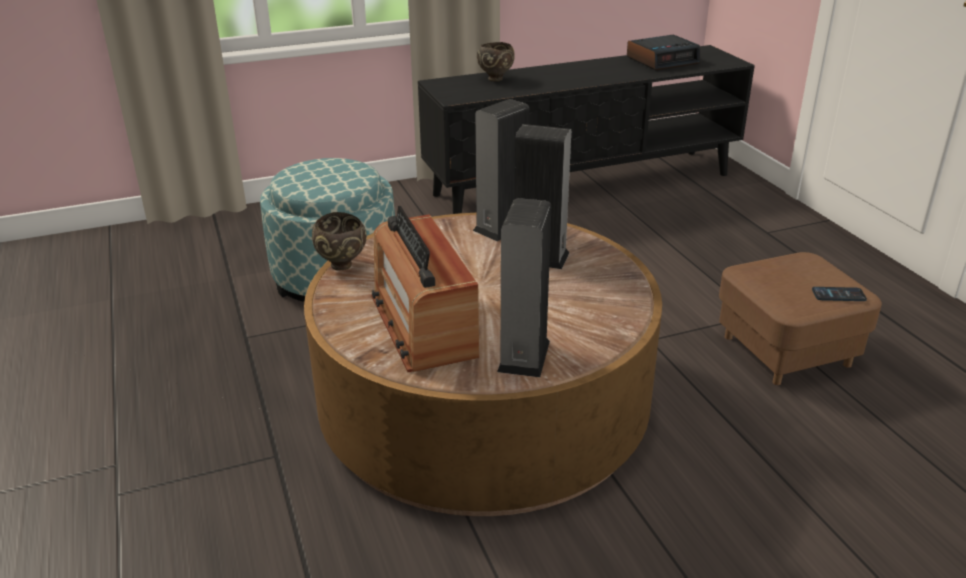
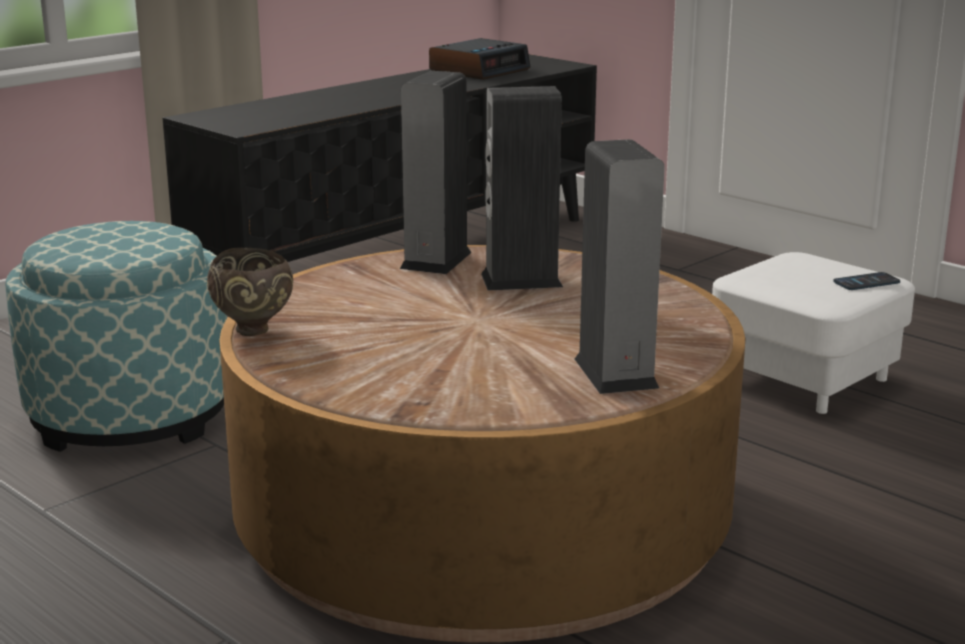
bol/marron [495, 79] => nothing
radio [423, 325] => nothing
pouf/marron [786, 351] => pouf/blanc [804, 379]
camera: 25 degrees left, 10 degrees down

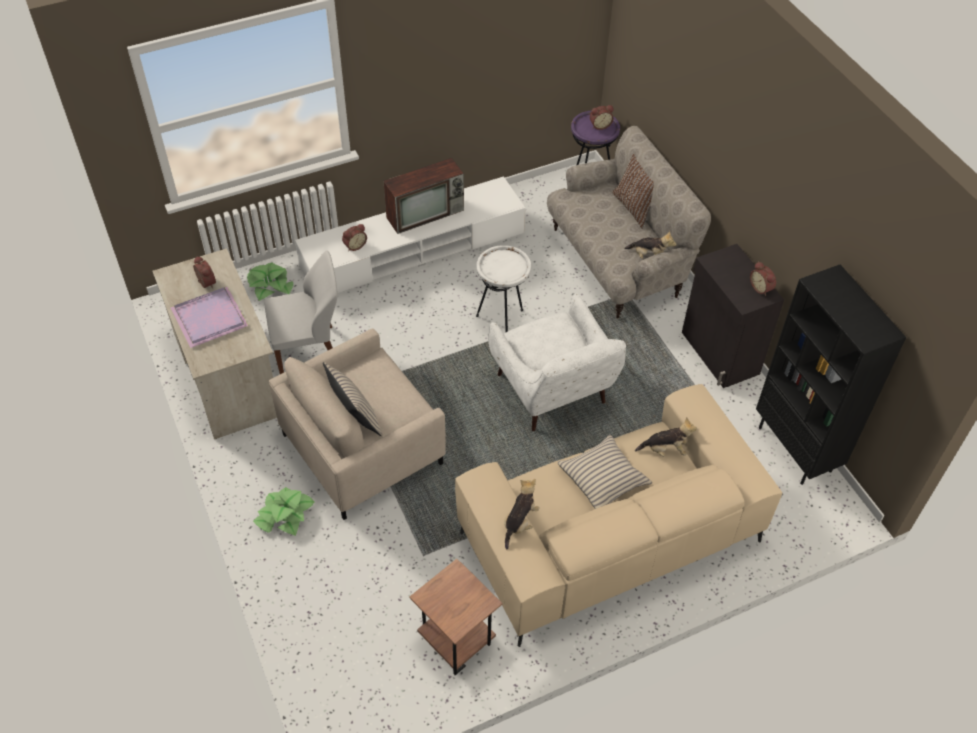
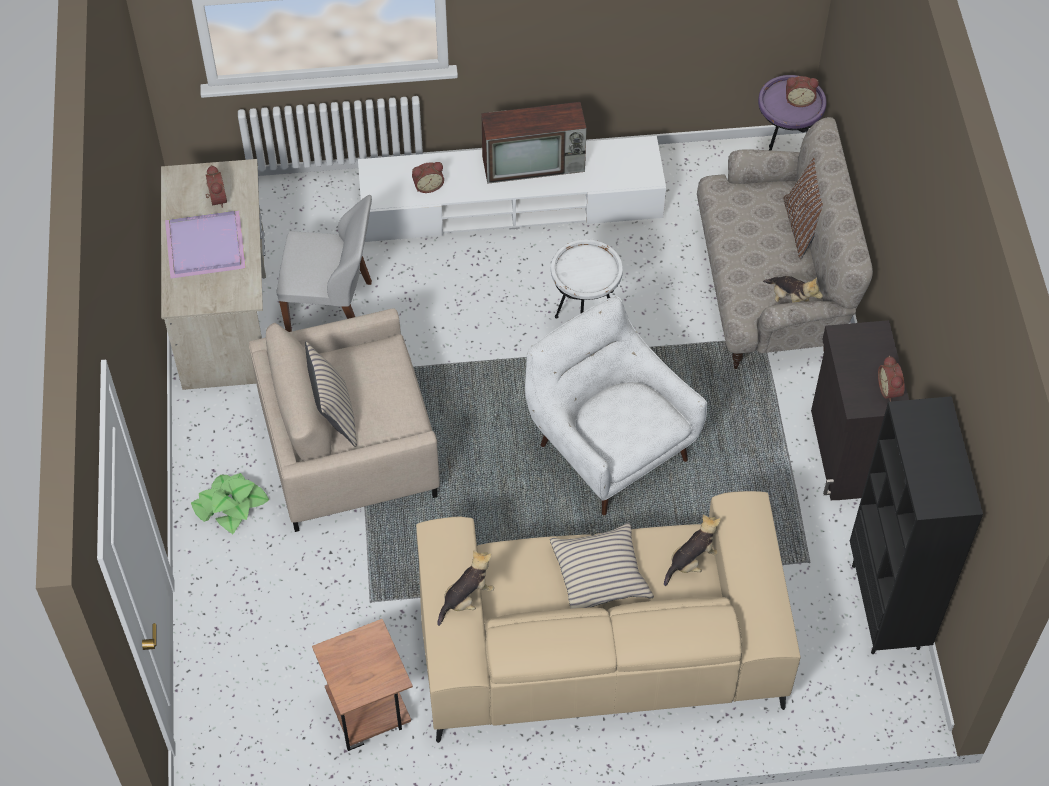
plante en pot [270, 285] => nothing
fauteuil/blanc [553, 393] => fauteuil/blanc [609, 446], 150 degrees clockwise
peluche [665, 450] => peluche [691, 561], 60 degrees counterclockwise
camera: 20 degrees right, 5 degrees up

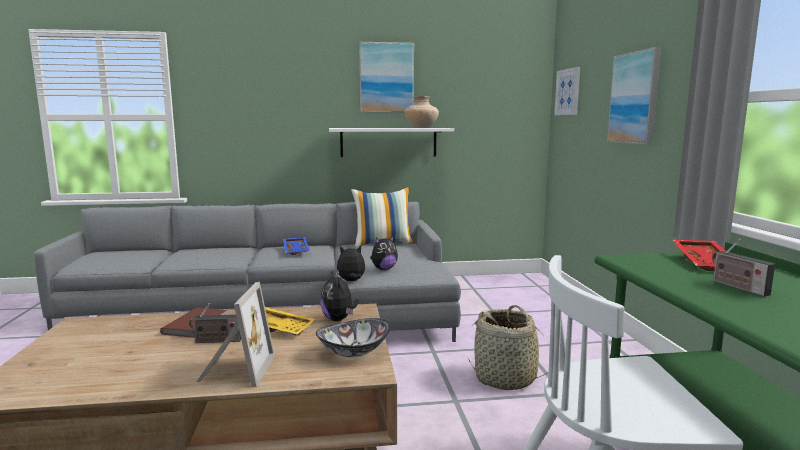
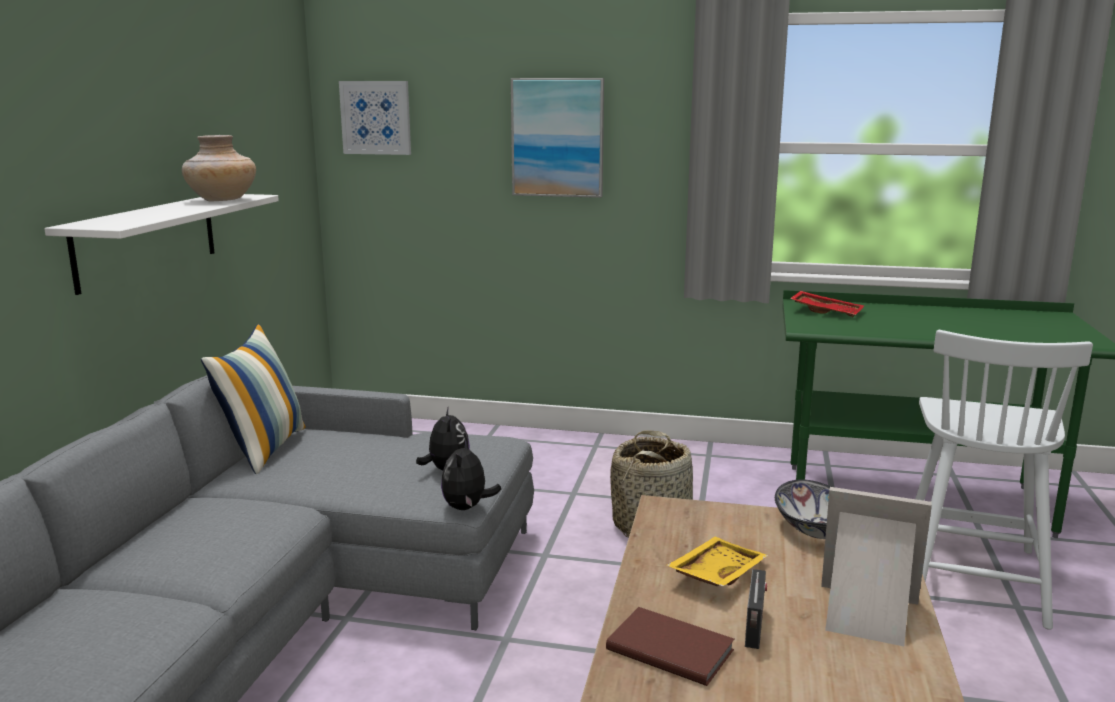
tableau [386, 78] => nothing
plateau/bleu [297, 250] => nothing
radio [737, 287] => nothing
peluche [339, 319] => nothing
camera: 70 degrees left, 5 degrees up

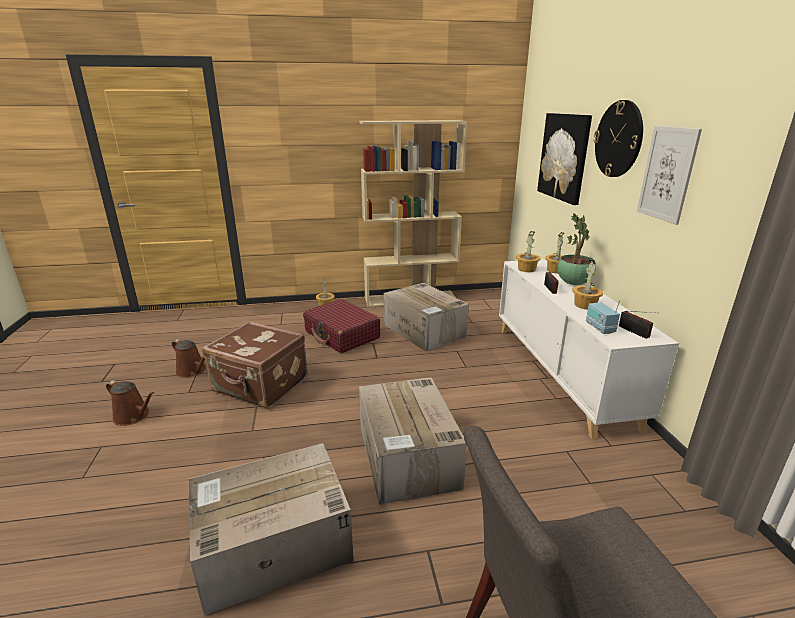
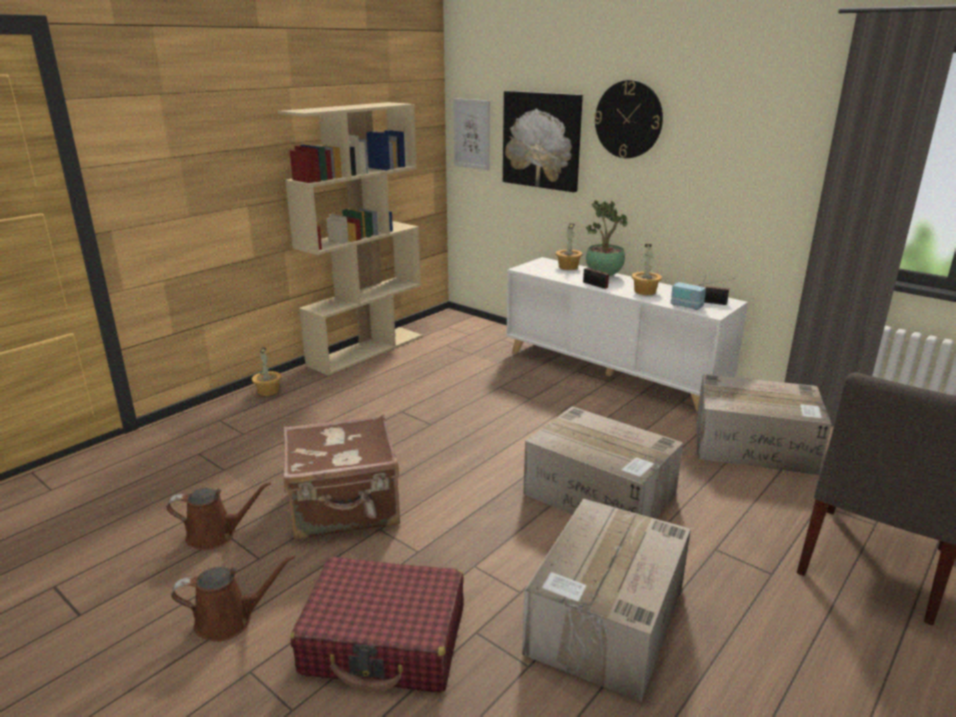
tableau [667, 174] => tableau [472, 134], moved
plante en pot [526, 269] => nothing
carton [425, 331] => carton [755, 445], moved
valise/rouge [342, 335] => valise/rouge [385, 641], moved
camera: 40 degrees left, 0 degrees up

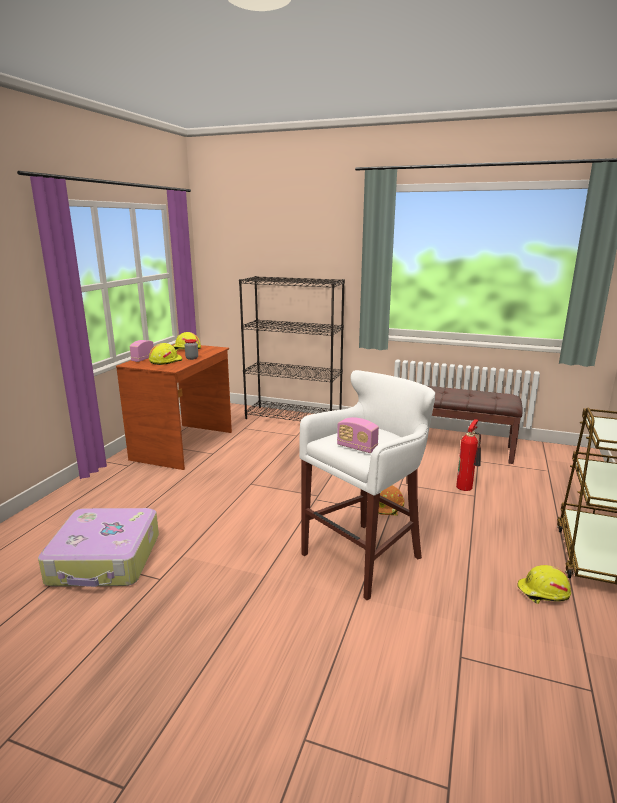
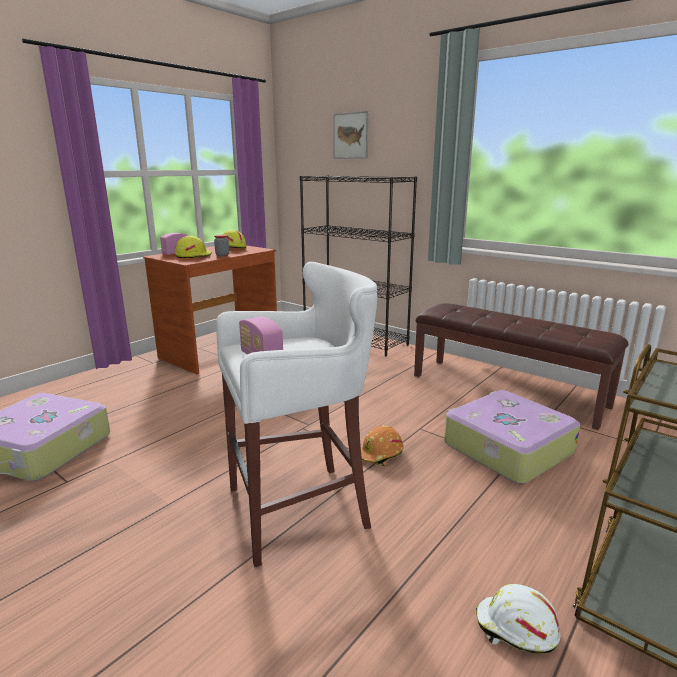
extincteur [466, 487] => valise [506, 448]
casque de chantier/jaune [543, 593] => casque de chantier/blanc [515, 629]
nothing => tableau [351, 135]
camera: 20 degrees right, 0 degrees up

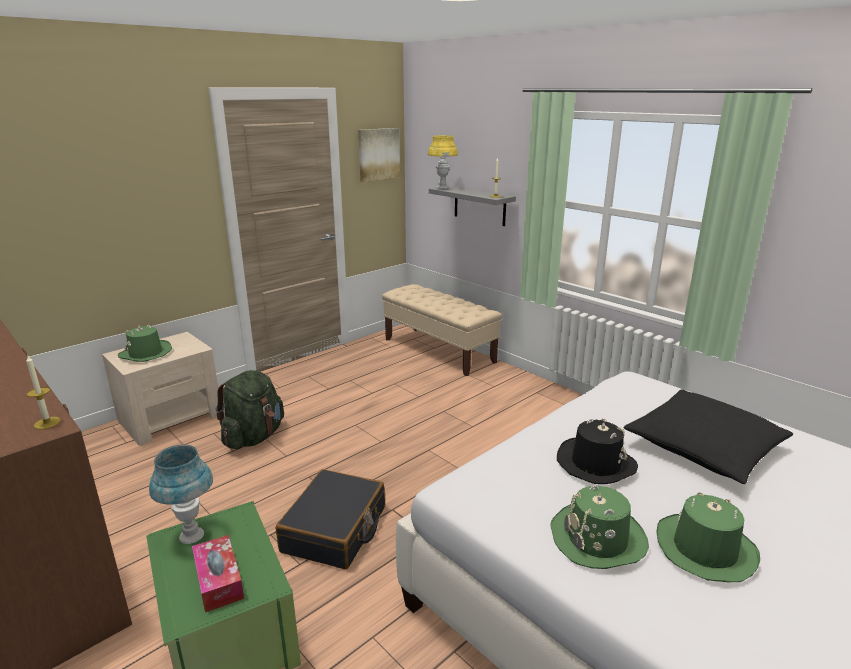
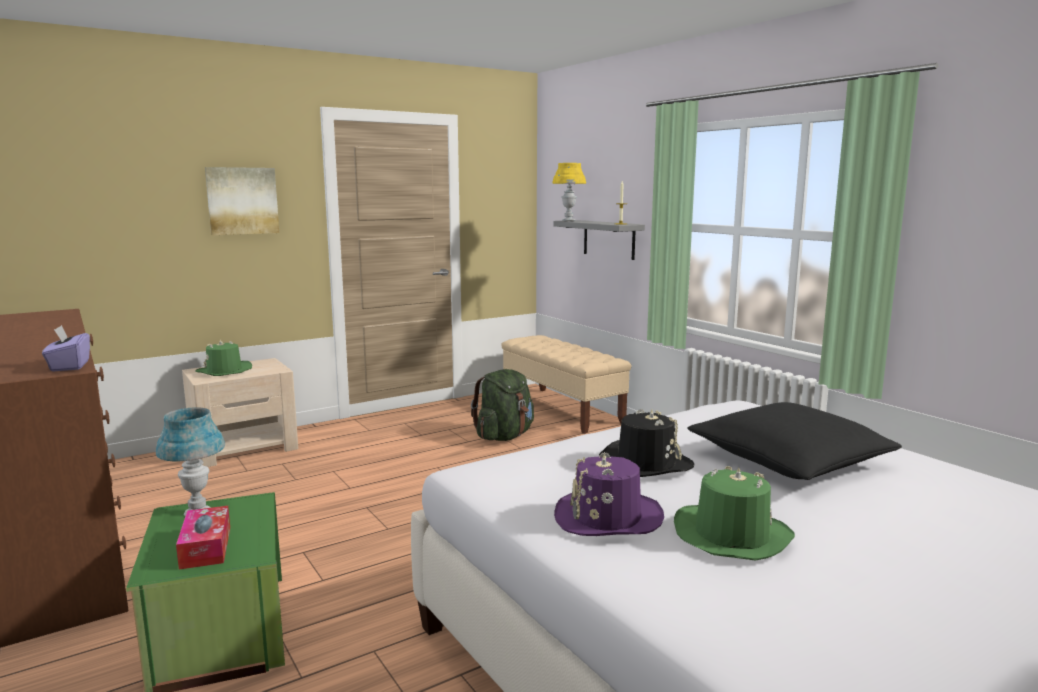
tableau [378, 154] => tableau [242, 201], moved
bougie [47, 423] => boîte à mouchoirs/violet [69, 366]
sac à dos/vert [254, 437] => sac à dos/vert [504, 436], moved
valise/noir [335, 530] => nothing
chapeau/vert [598, 539] => chapeau/violet [607, 517]
camera: 10 degrees right, 10 degrees down

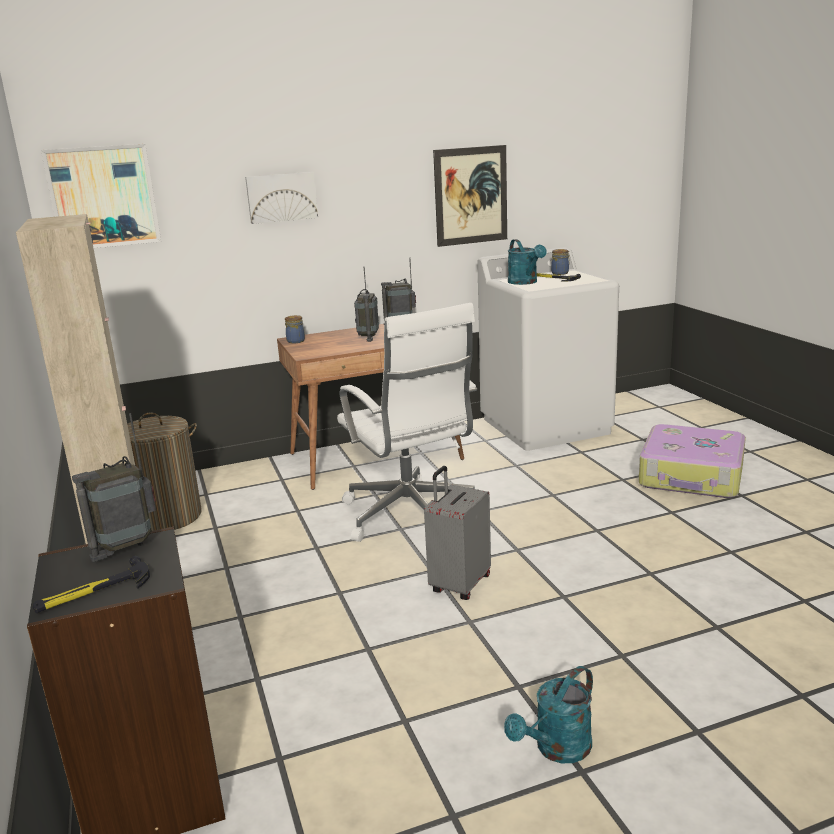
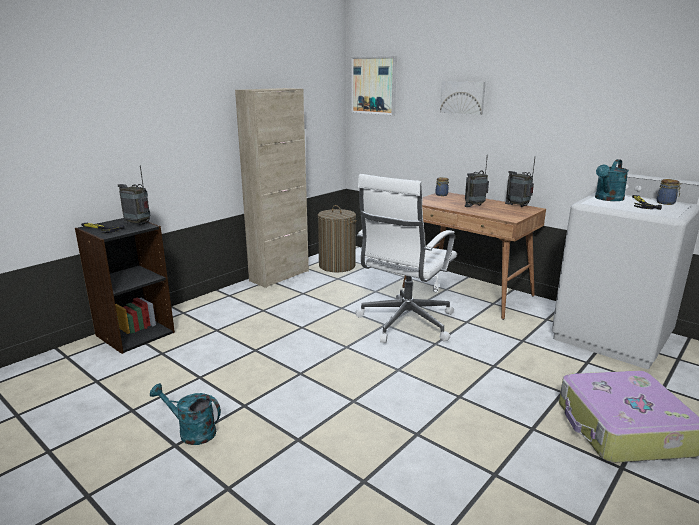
tableau [471, 196] => nothing
valise/gris [459, 584] => nothing
camera: 60 degrees right, 0 degrees up

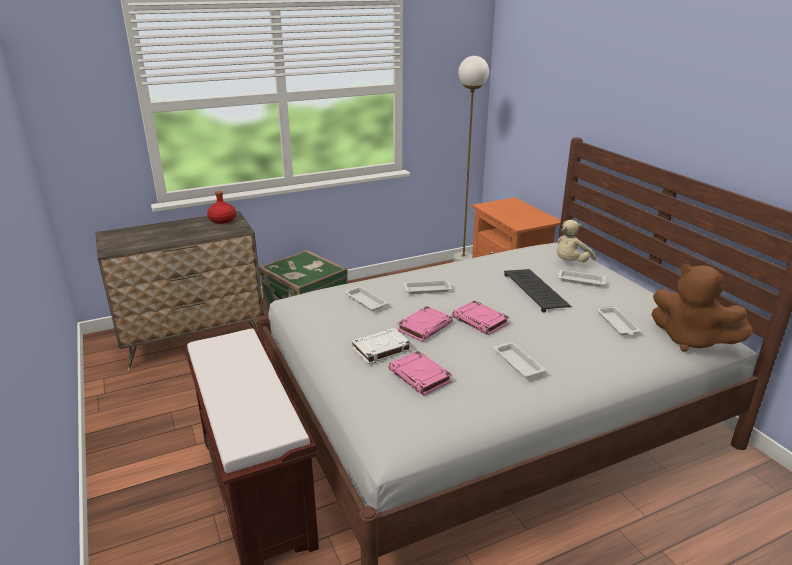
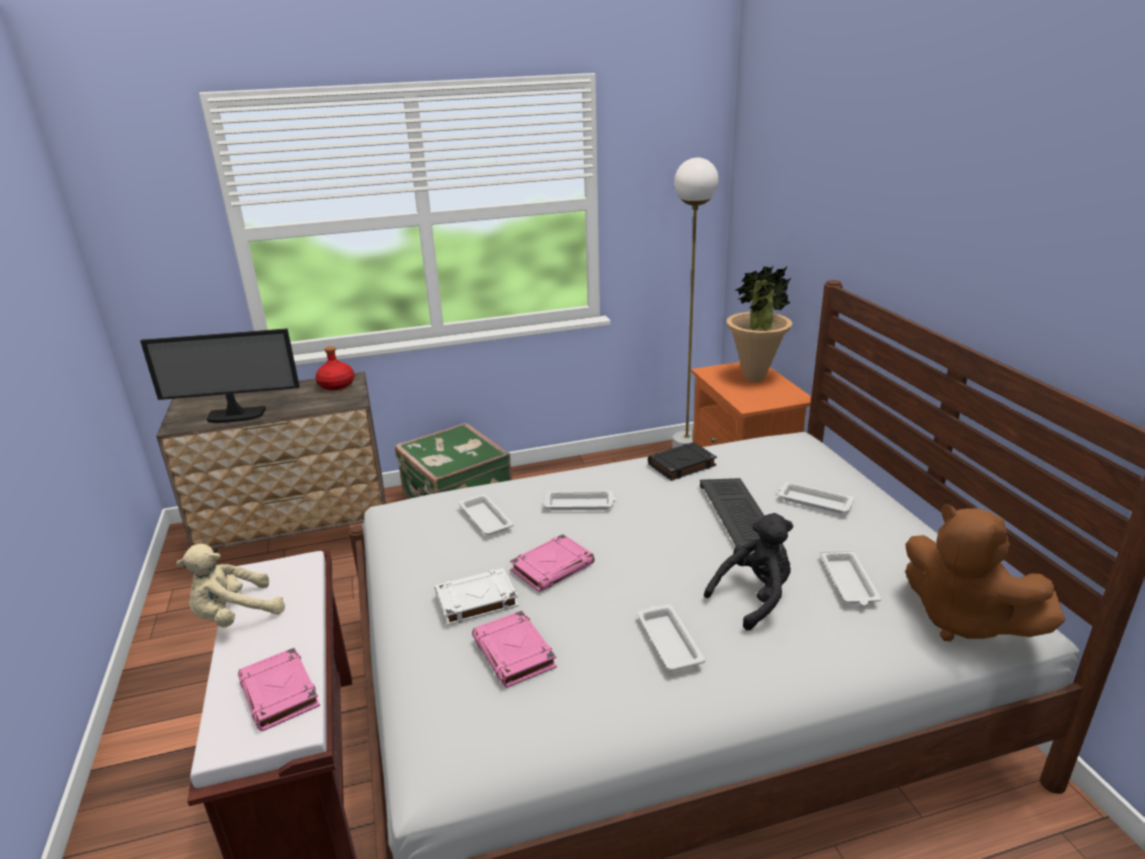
peluche/beige [570, 263] => peluche/beige [235, 616], moved
livre/rose [480, 321] => livre/rose [280, 694], moved
nothing => plante en pot [754, 377]
nothing => écran d'ordinateur [235, 416]
nothing => livre/noir [681, 465]
nothing => peluche/noir [754, 597]
camera: 10 degrees right, 0 degrees up

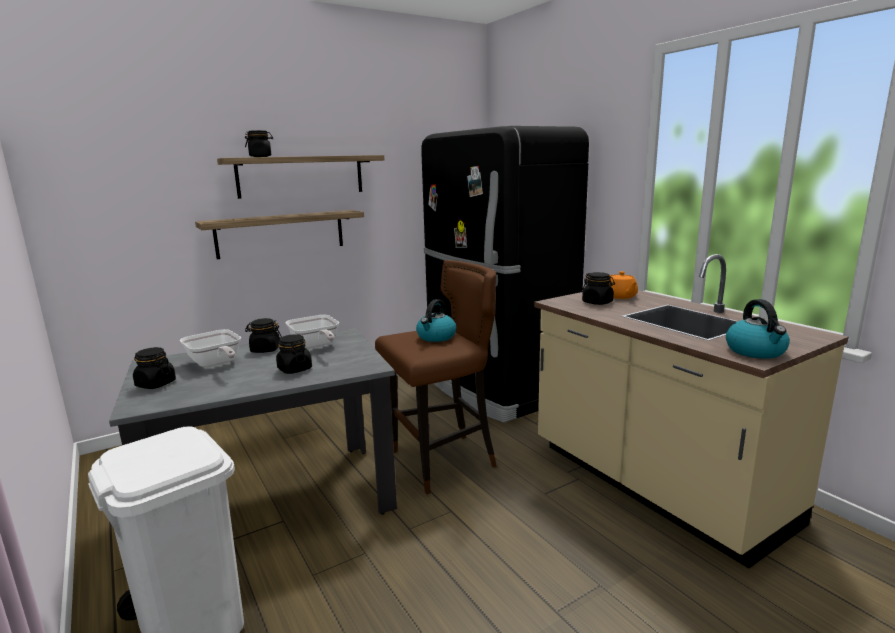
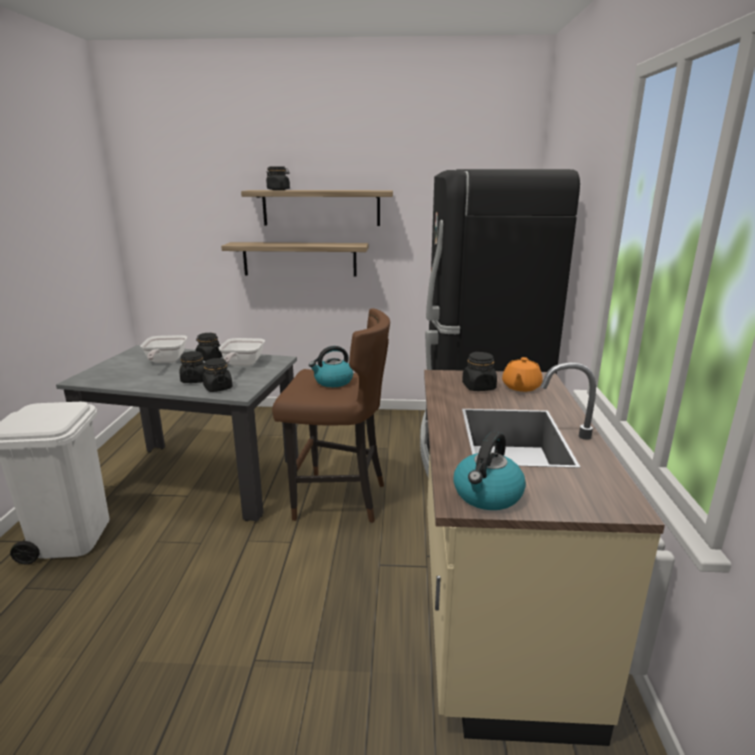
bocal/noir [155, 384] => bocal/noir [218, 388], moved
camera: 35 degrees right, 5 degrees up

